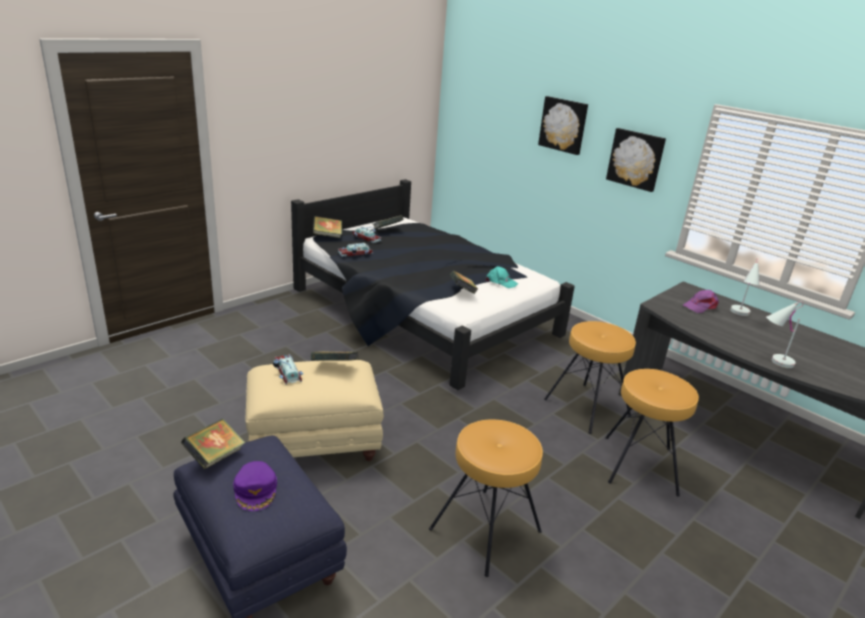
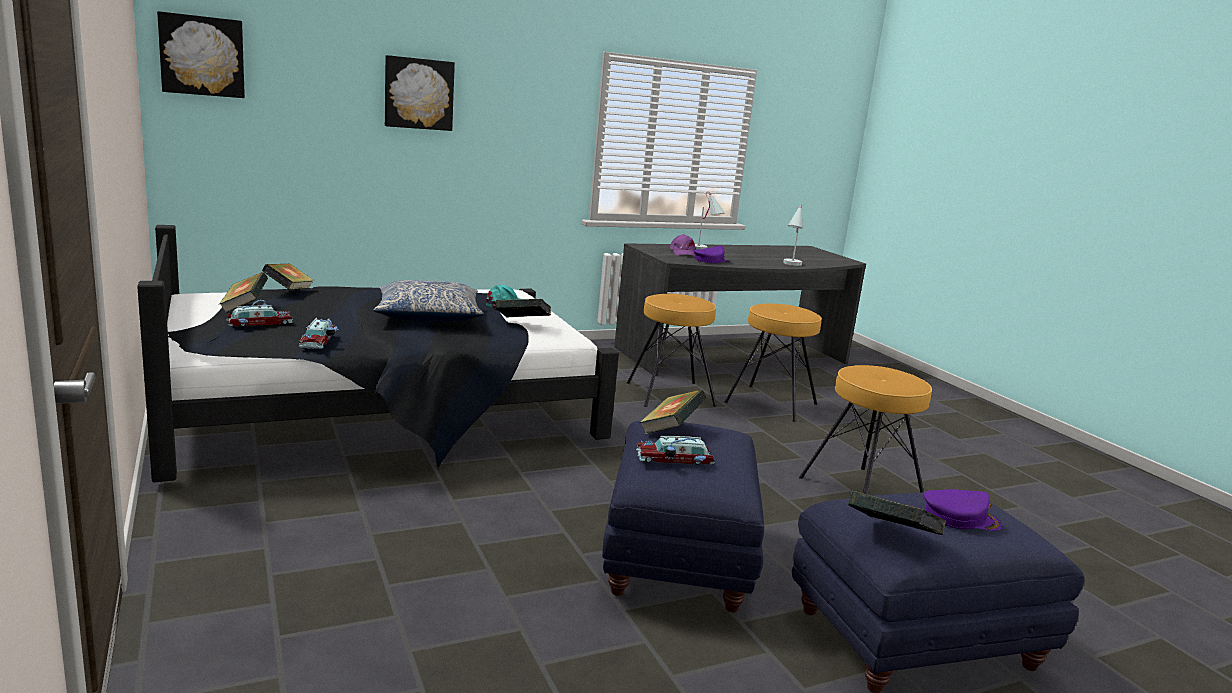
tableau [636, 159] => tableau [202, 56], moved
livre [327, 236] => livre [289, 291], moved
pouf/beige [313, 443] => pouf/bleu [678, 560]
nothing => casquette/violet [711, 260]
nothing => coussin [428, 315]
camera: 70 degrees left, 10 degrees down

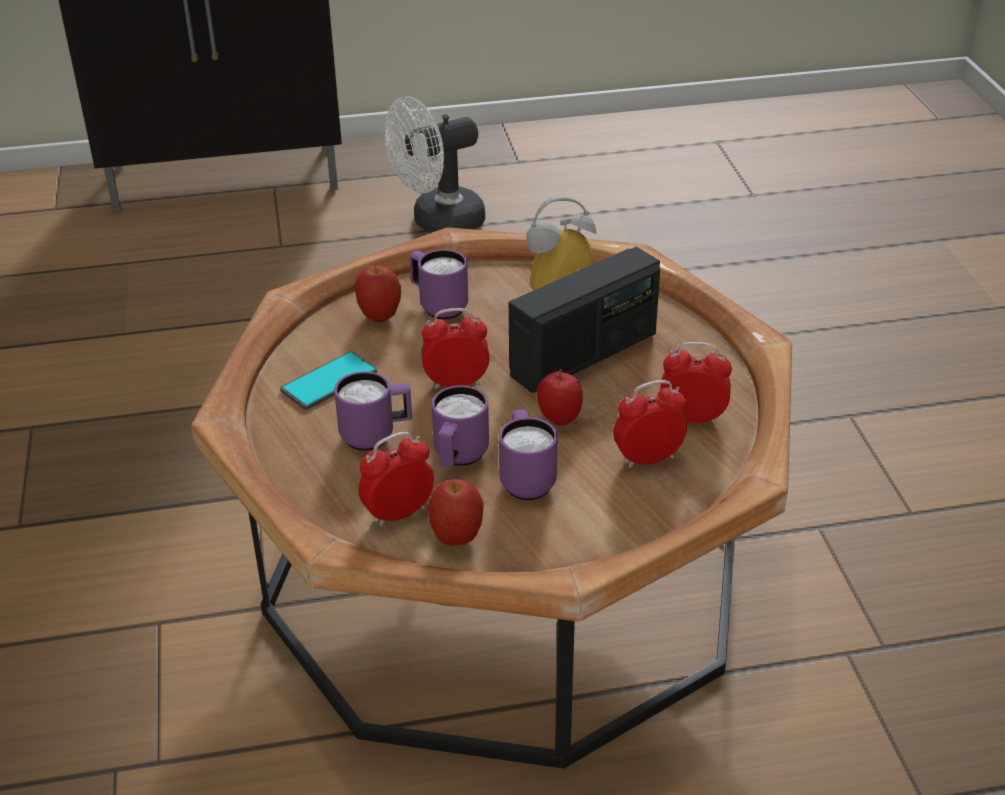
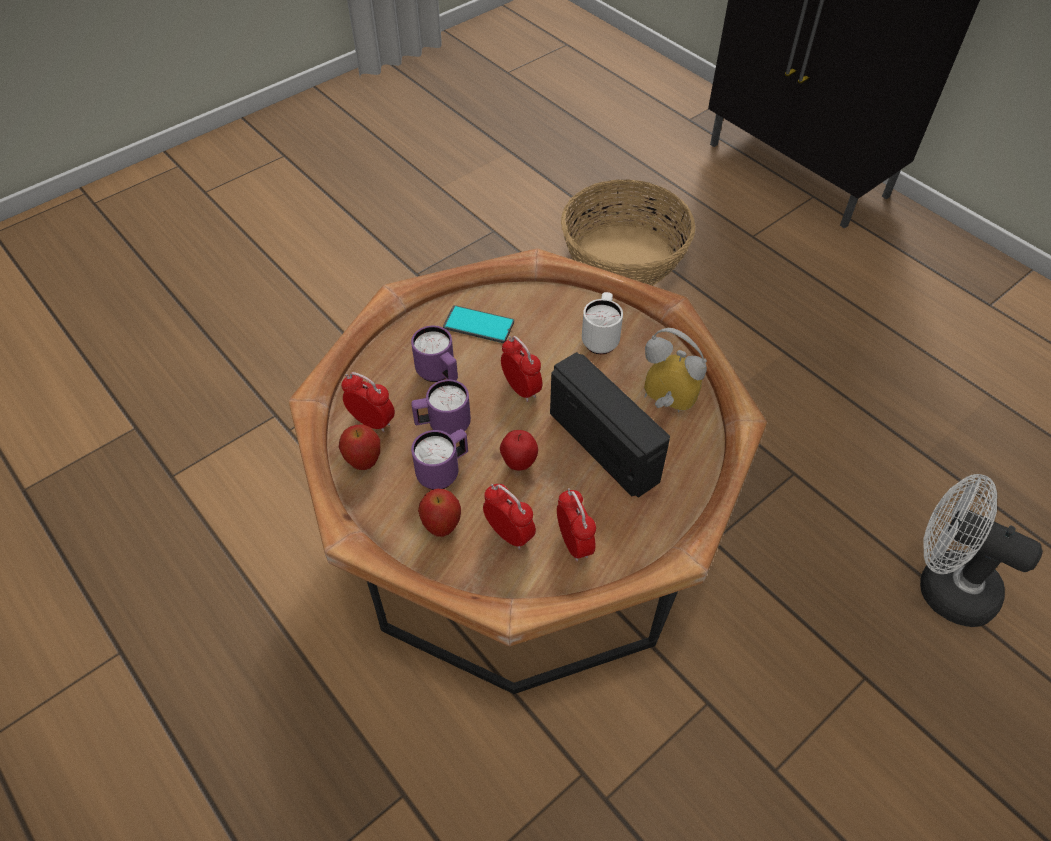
ventilateur/blanc [438, 222] => ventilateur/blanc [944, 585], moved
radio [584, 355] => radio [605, 445], 150 degrees counterclockwise
mug/violet [438, 306] => mug/blanc [601, 338]
pomme [379, 317] => pomme [442, 526], moved
nothing => panier [623, 257]
camera: 60 degrees right, 15 degrees up

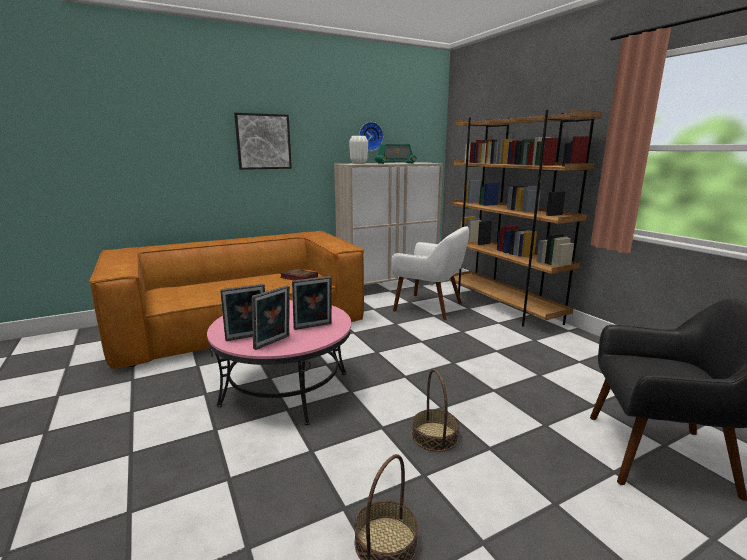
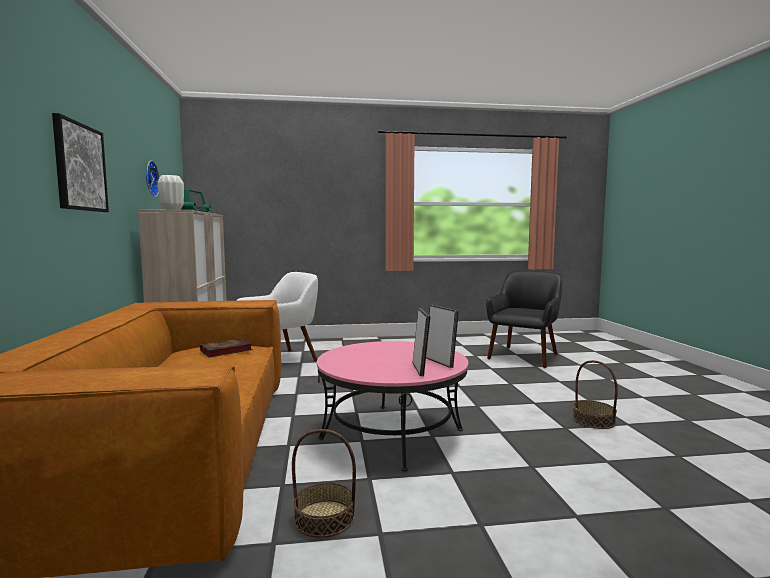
bibliothèque/marron [502, 307] => nothing
cadre photo [313, 327] => nothing
panier [435, 436] => panier [324, 518], moved
camera: 70 degrees left, 10 degrees down

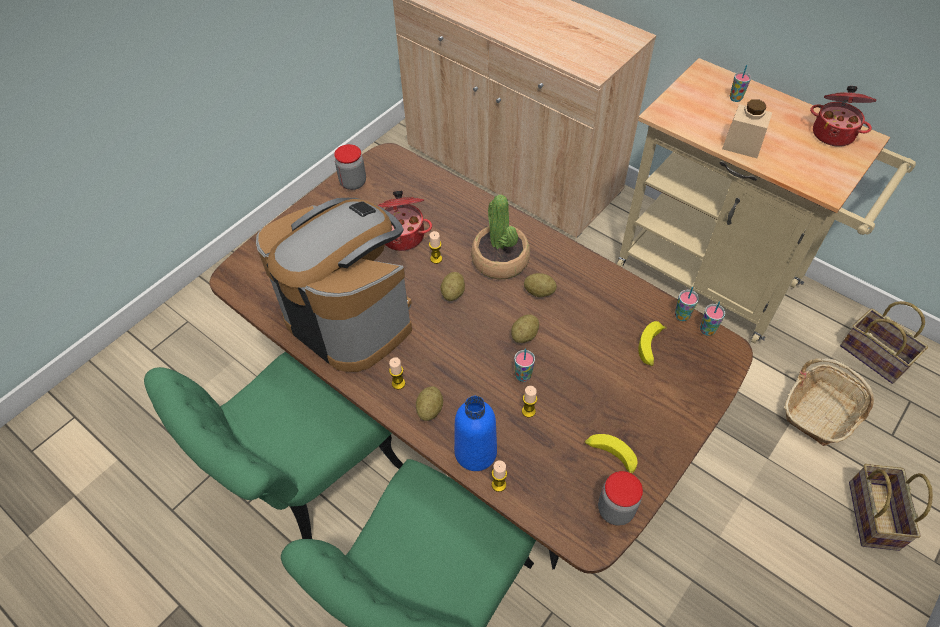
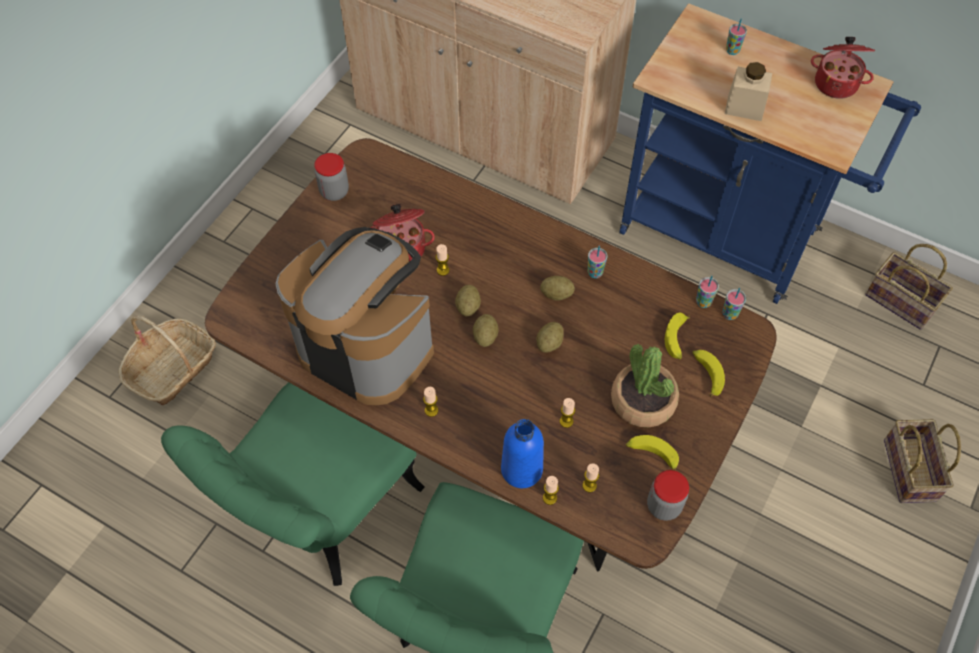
chariot/beige [717, 280] => chariot/bleu [731, 236]
plante en pot [500, 260] => plante en pot [643, 401], moved
tasse [523, 376] => tasse [595, 273], moved
panier [821, 411] => panier [173, 369], moved
pomme de terre [429, 409] => pomme de terre [485, 336], moved
nothing => banane [706, 374]
nothing => bougie [589, 485]
camera: 10 degrees left, 5 degrees up

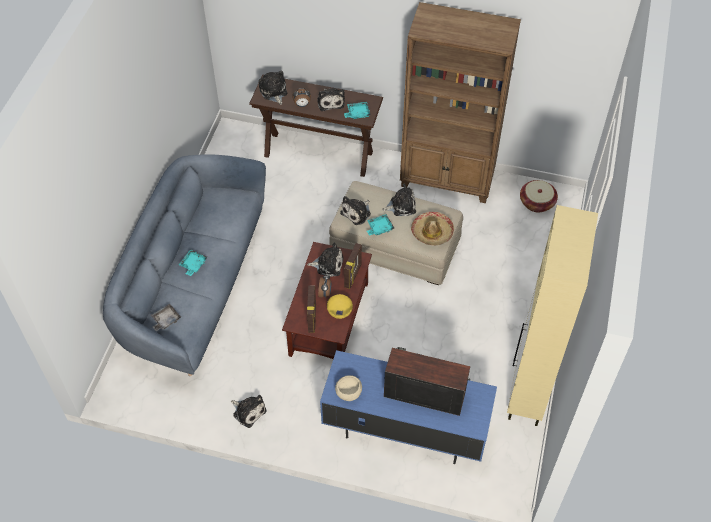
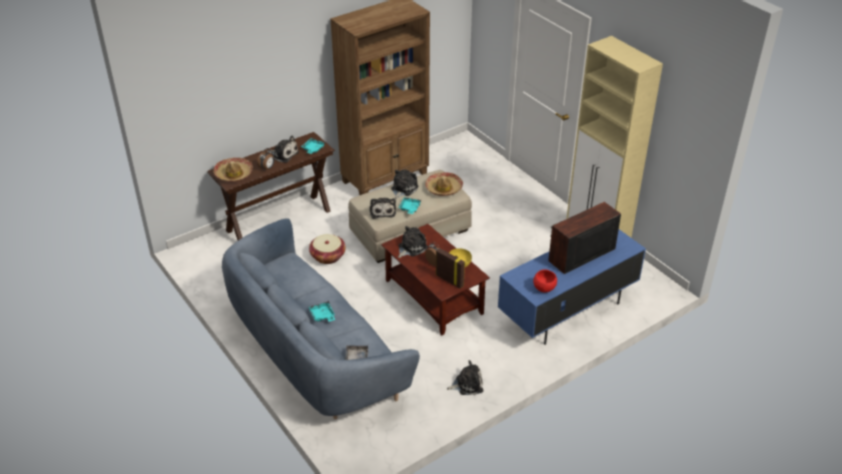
peluche [273, 92] => chapeau [234, 174]
panier [537, 202] => panier [328, 256], moved
cadre photo [353, 275] => nothing
bol/beige [349, 393] => bol/rouge [544, 288]
camera: 50 degrees left, 15 degrees down

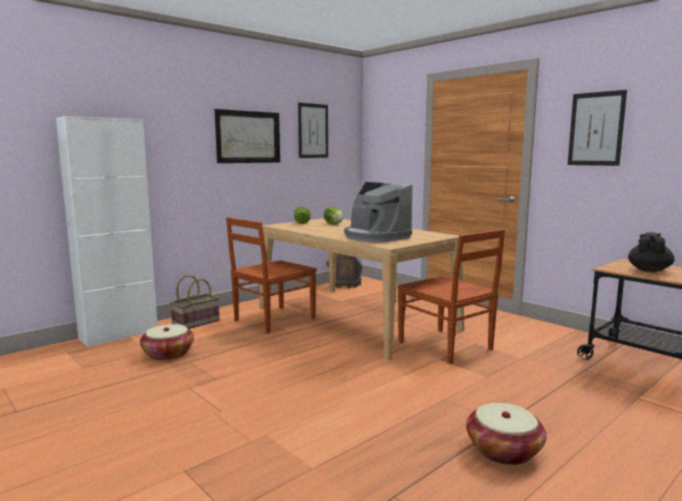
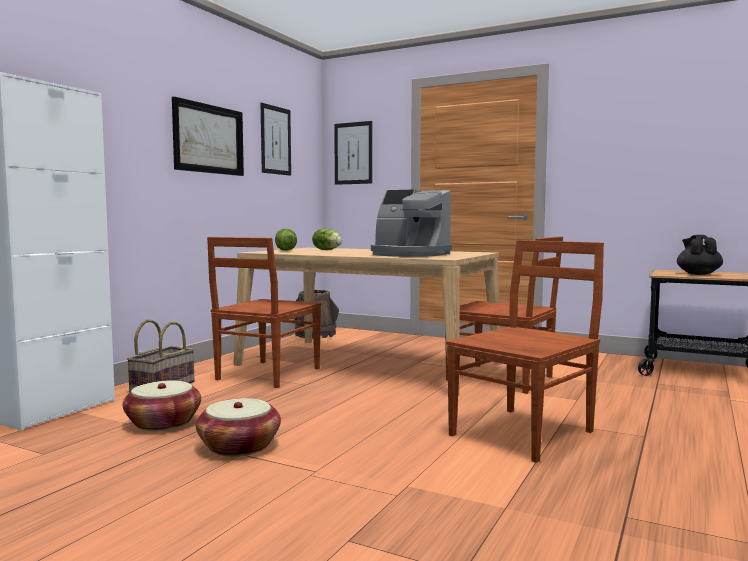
tableau [596, 129] => tableau [353, 153], moved
panier [504, 451] => panier [239, 447], moved
nothing => chaise/marron [524, 432]
camera: 20 degrees left, 5 degrees down

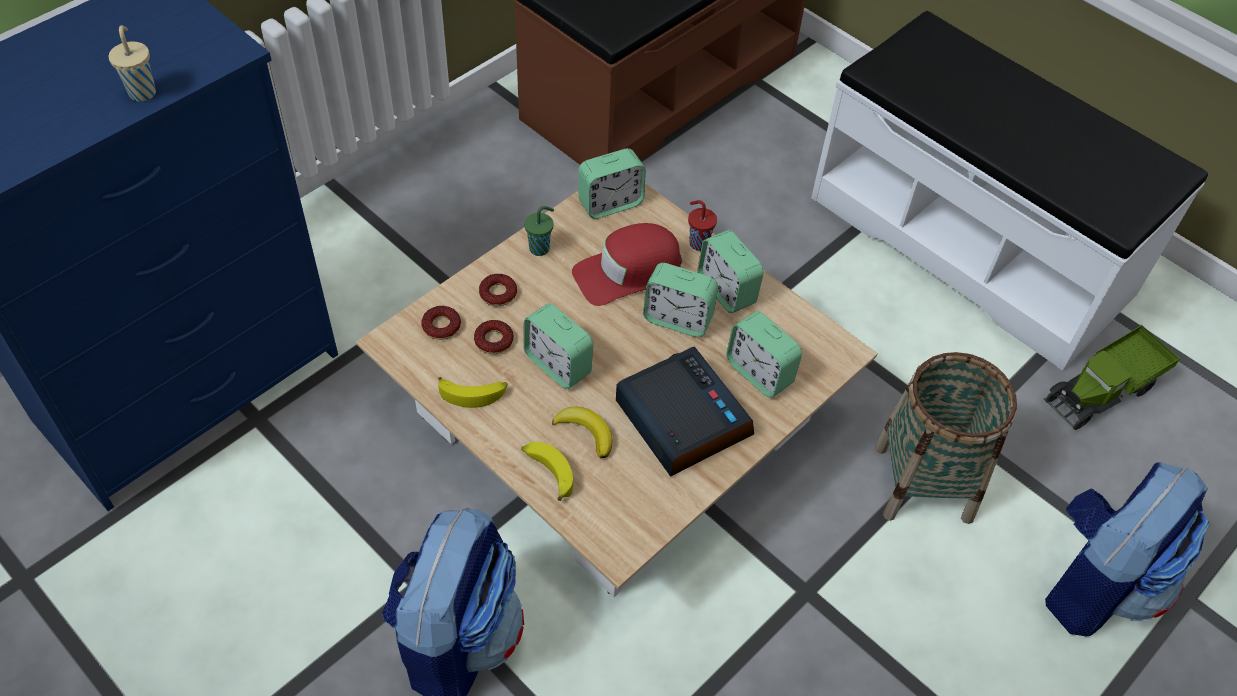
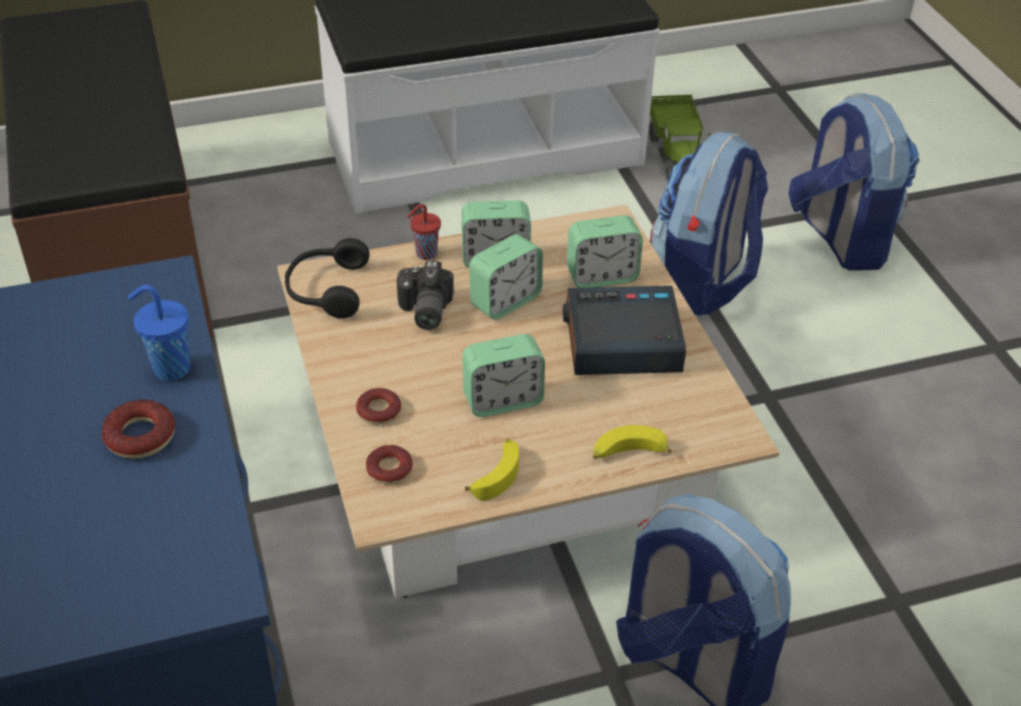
tasse/beige [142, 92] => tasse/bleu [169, 368]
réveil [610, 203] => casque audio/noir [326, 290]
tasse/vert [540, 248] => nothing
casquette/rouge [628, 271] => appareil photo [423, 311]
beignet [494, 340] => beignet [140, 436], moved
panier [922, 483] => sac à dos [702, 284]
banane [586, 432] => nothing
camera: 60 degrees left, 10 degrees down

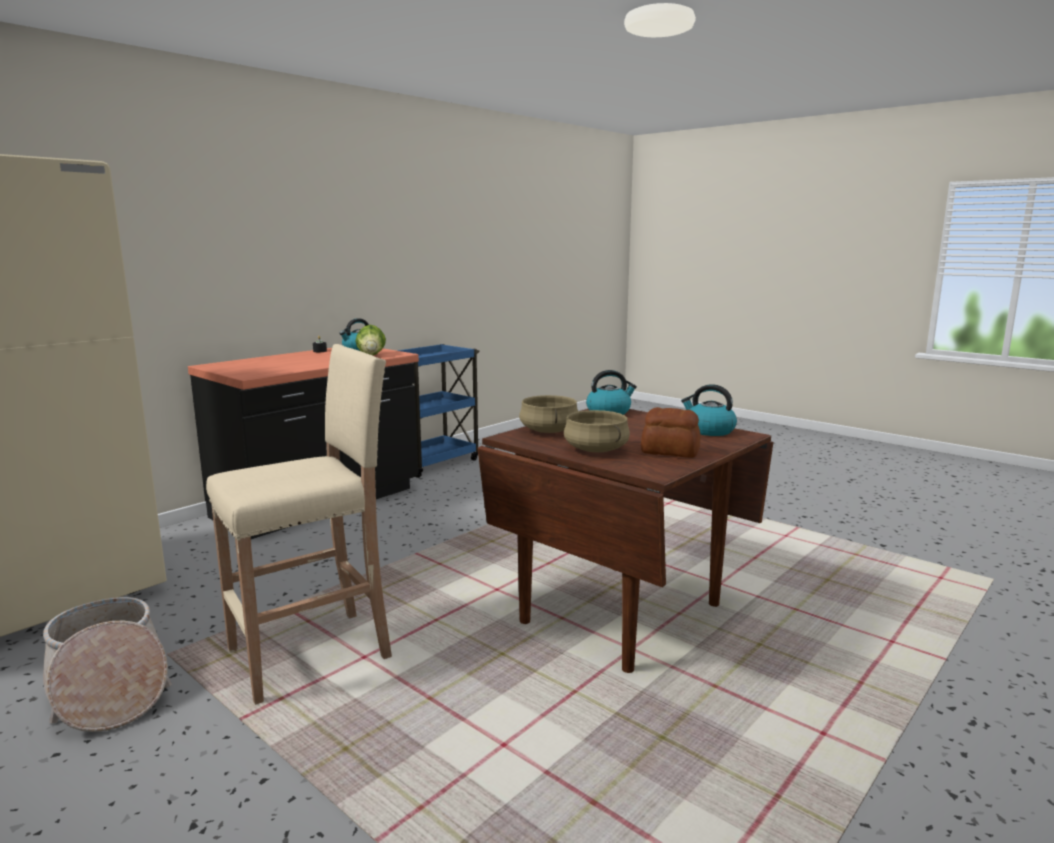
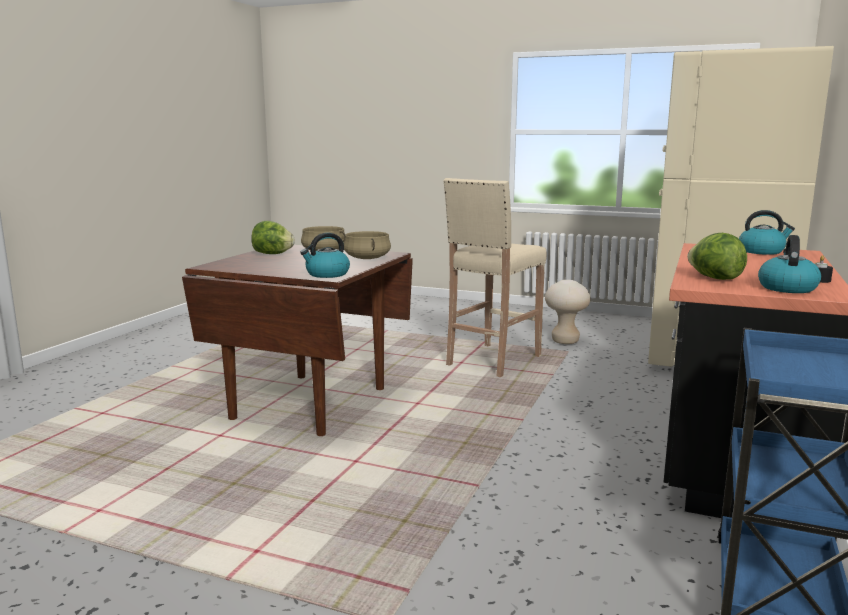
bouilloire [709, 430] => bouilloire [762, 251], moved
pain [670, 452] => laitue [272, 254]
panier [109, 689] => tabouret/beige [565, 341]
camera: 160 degrees right, 0 degrees up

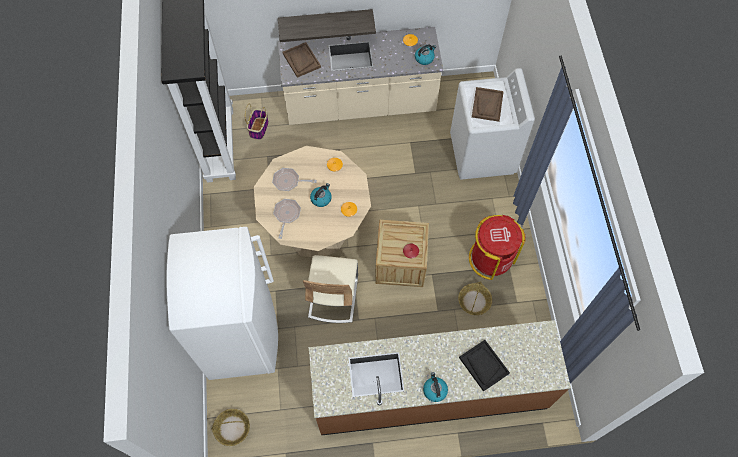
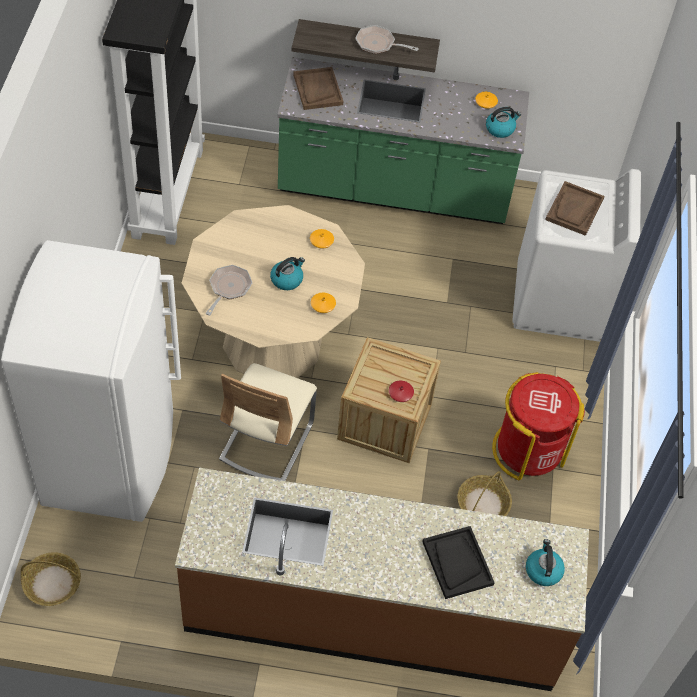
comptoir de cuisine/beige [360, 105] => comptoir de cuisine/vert [393, 191]
panier [259, 128] => nothing
poêle [289, 181] => poêle [378, 44], moved
bouilloire [434, 390] => bouilloire [543, 570], moved
camera: 10 degrees right, 10 degrees down

